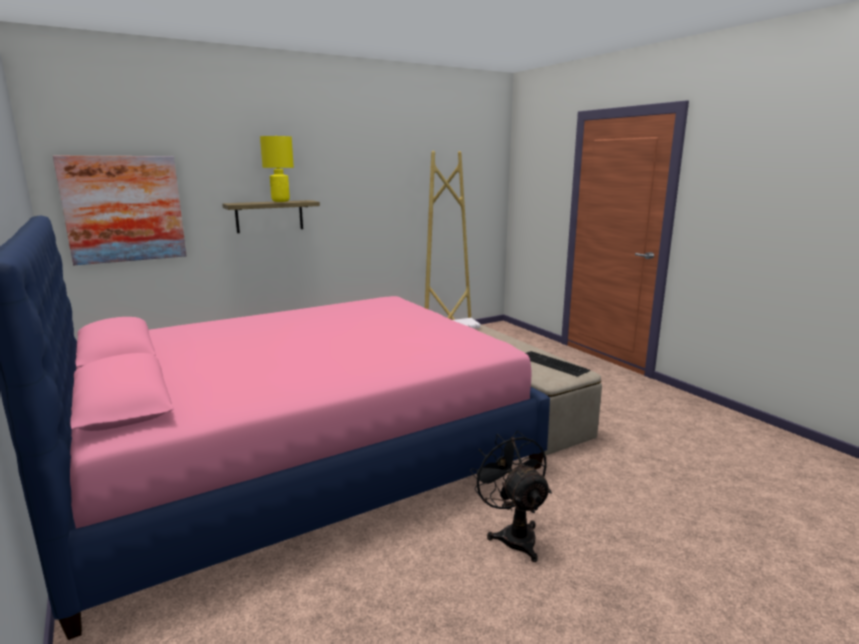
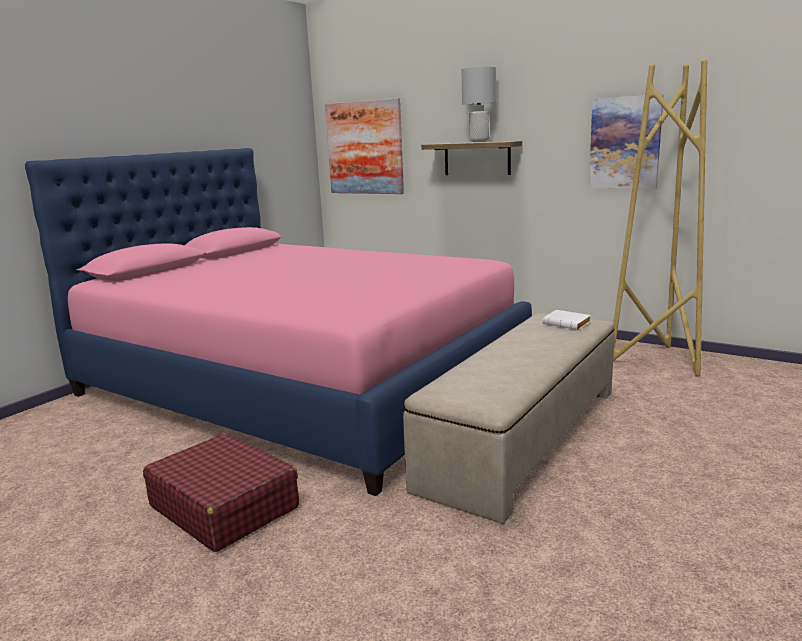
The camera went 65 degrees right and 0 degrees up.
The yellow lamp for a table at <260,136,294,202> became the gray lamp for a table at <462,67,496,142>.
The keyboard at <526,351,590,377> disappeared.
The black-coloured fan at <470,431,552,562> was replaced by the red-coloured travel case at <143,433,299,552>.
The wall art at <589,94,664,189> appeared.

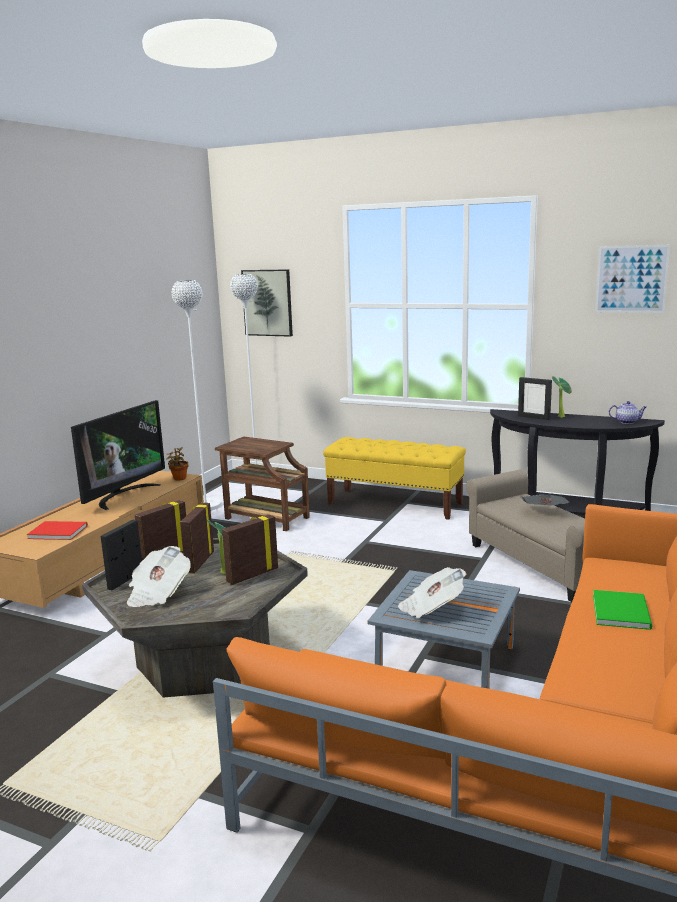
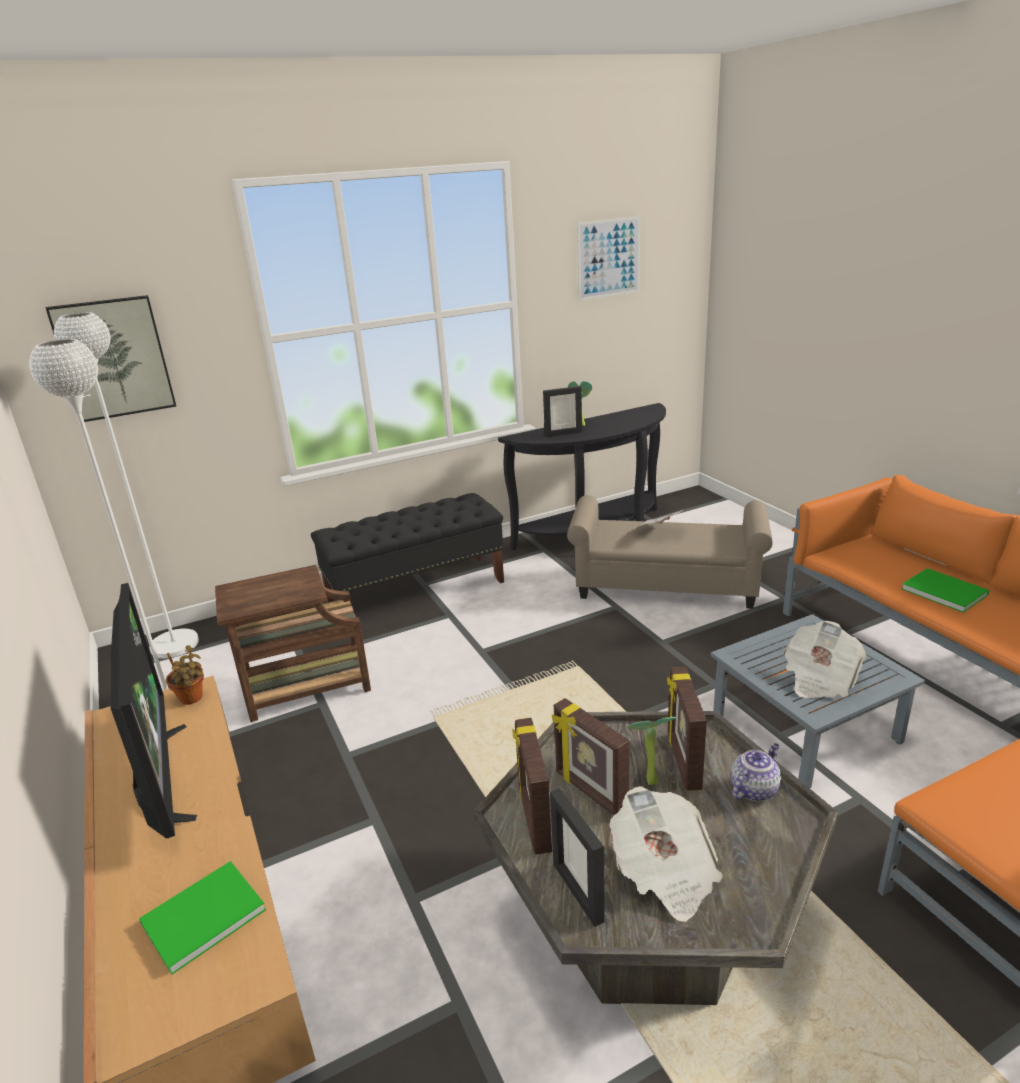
The camera went 50 degrees left and 10 degrees up.
The teapot moved from <609,401,647,424> to <731,743,781,801>.
The yellow bench at <323,437,466,520> became the black-coloured bench at <311,493,504,602>.
The red-coloured bound book at <27,521,88,540> became the greenish bound book at <139,861,266,975>.

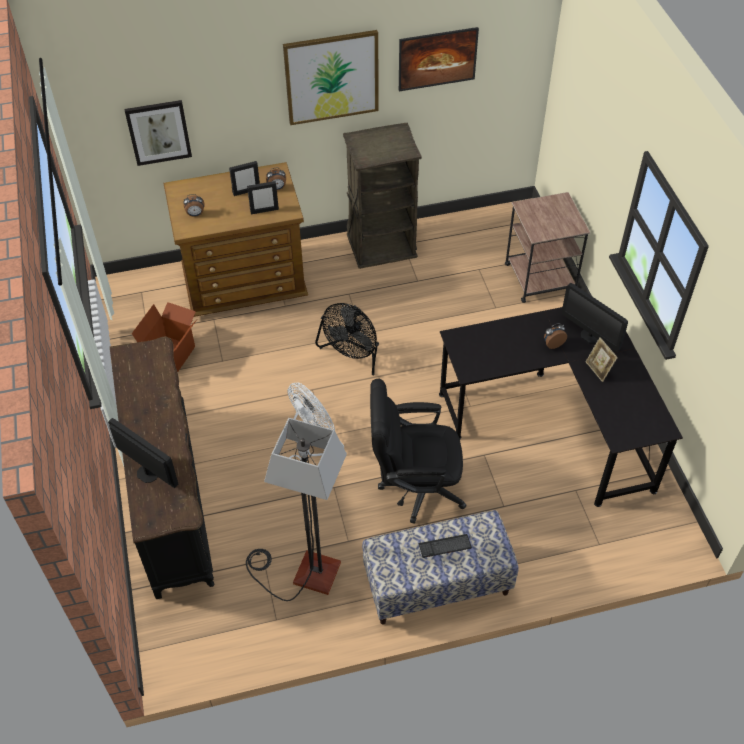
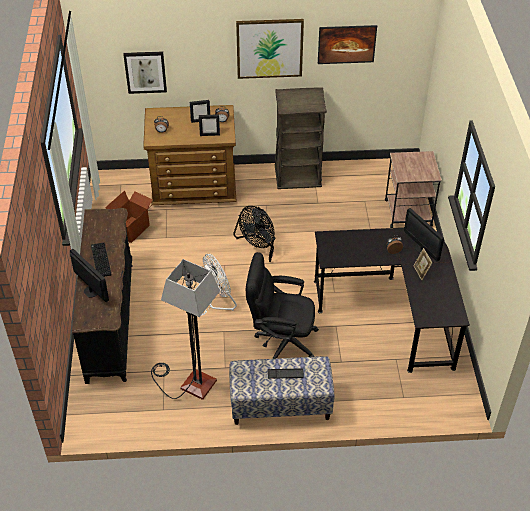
The camera went 10 degrees right and 5 degrees down.
The keyboard at <91,243,111,277> appeared.

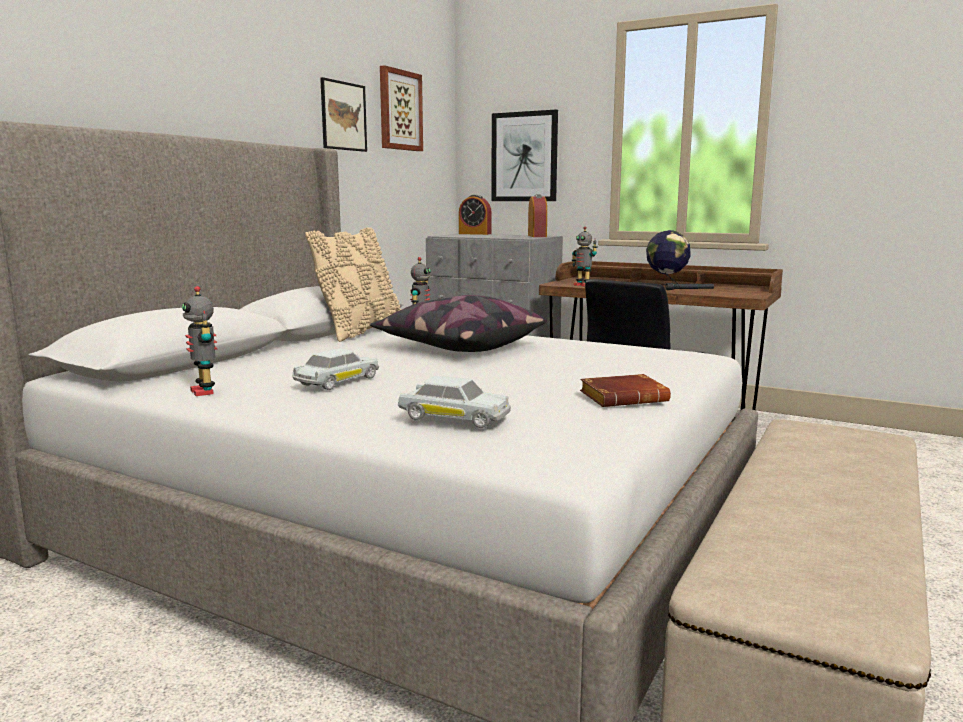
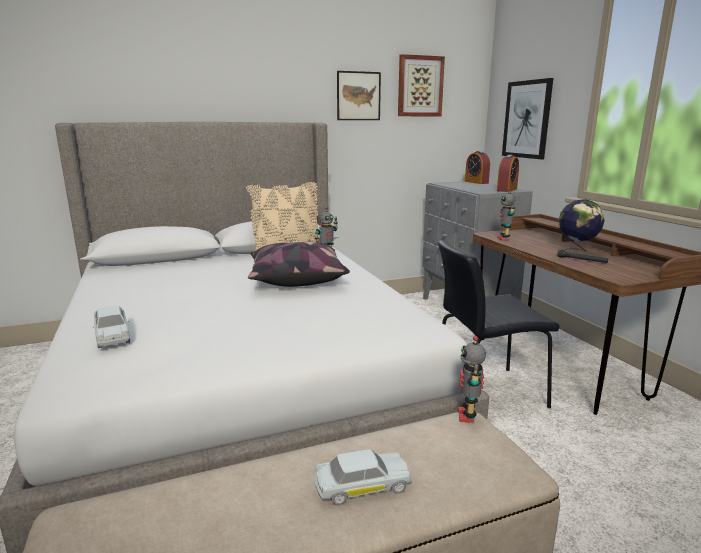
The camera went 40 degrees right and 5 degrees up.
The robot figure moved from <182,286,217,396> to <458,336,486,423>.
The white-coloured model car moved from <293,349,379,390> to <314,449,412,505>.
The brownish bound book at <580,374,671,407> disappeared.

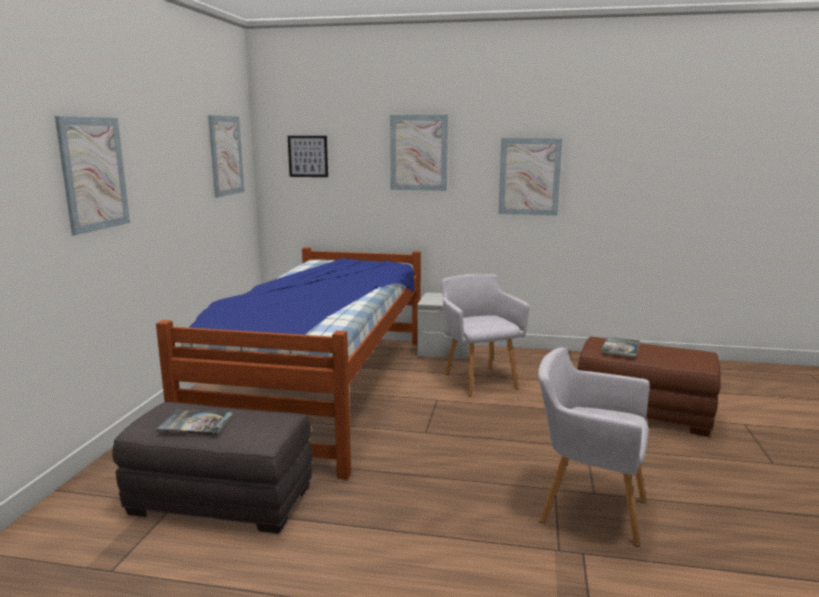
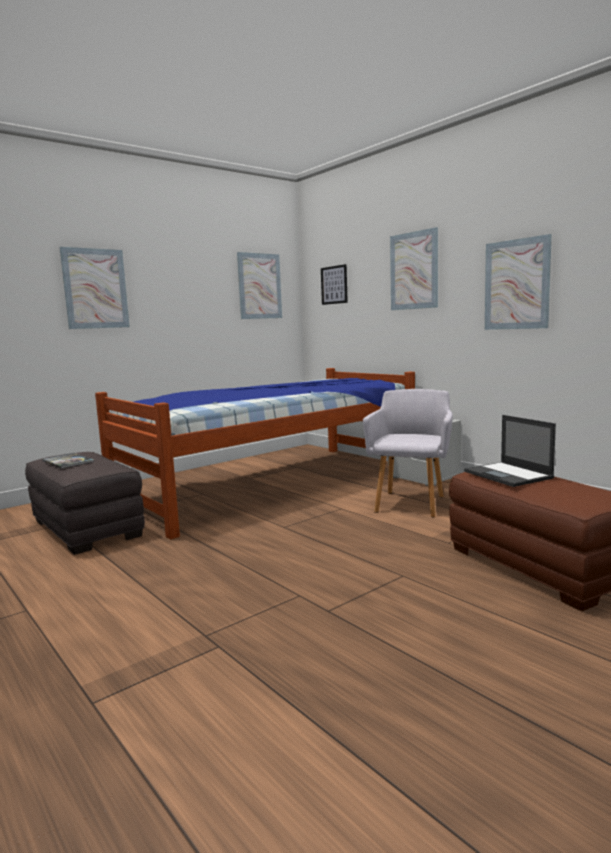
The camera went 40 degrees right and 5 degrees down.
The bound book at <601,337,640,358> was replaced by the portable computer at <464,415,556,487>.
The gray armchair at <538,348,650,547> disappeared.

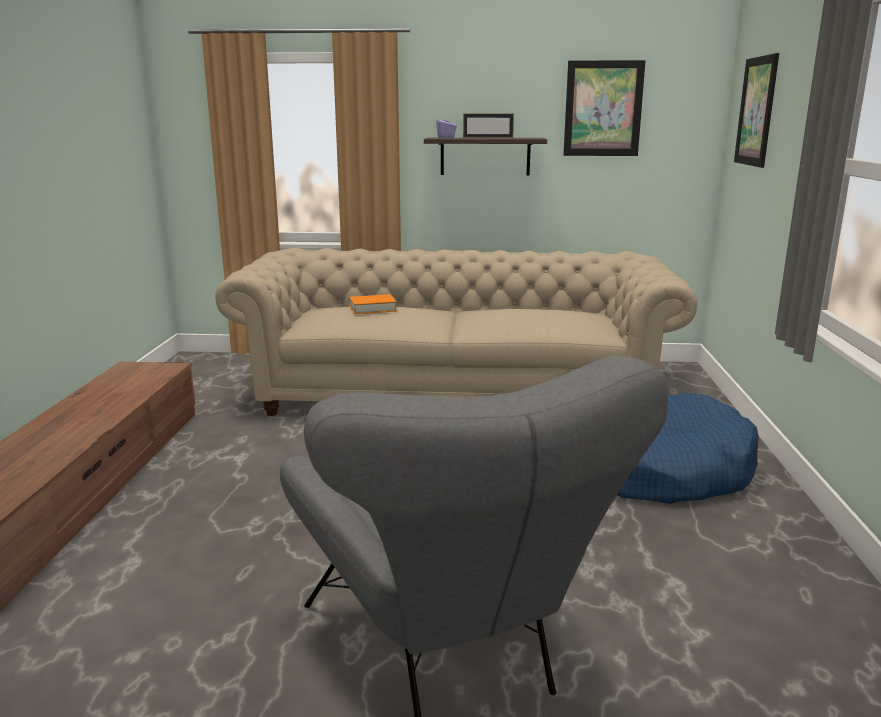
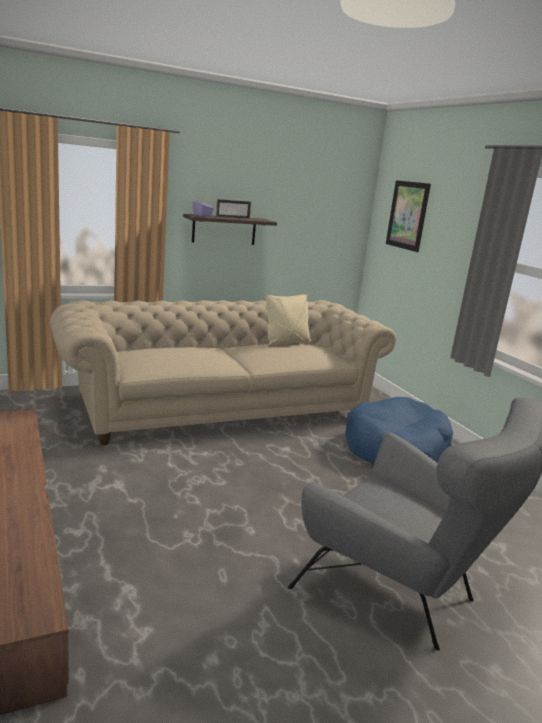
The camera went 30 degrees left and 0 degrees up.
The wall art at <563,60,646,156> disappeared.
The orange-coloured bound book at <349,294,397,314> disappeared.
The sand-coloured throw pillow at <265,294,311,347> appeared.

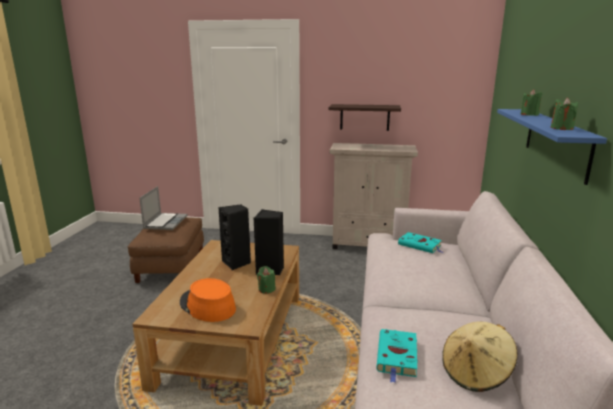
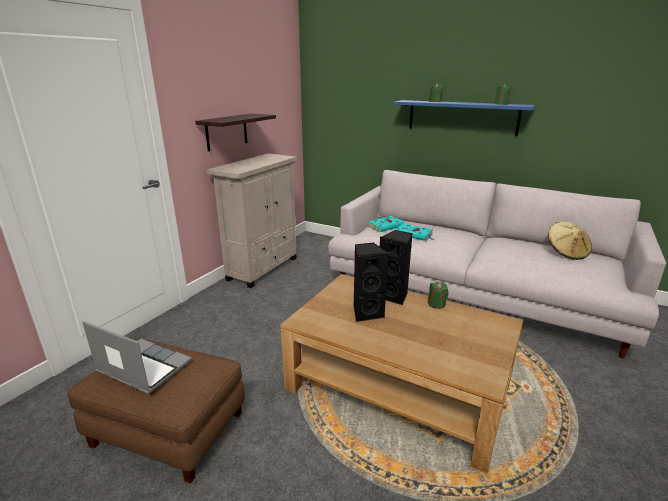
The camera went 70 degrees left and 5 degrees up.
The orange-coloured wearable hat at <180,278,236,322> disappeared.
The turquoise-coloured bound book moved from <376,329,418,383> to <395,223,435,241>.

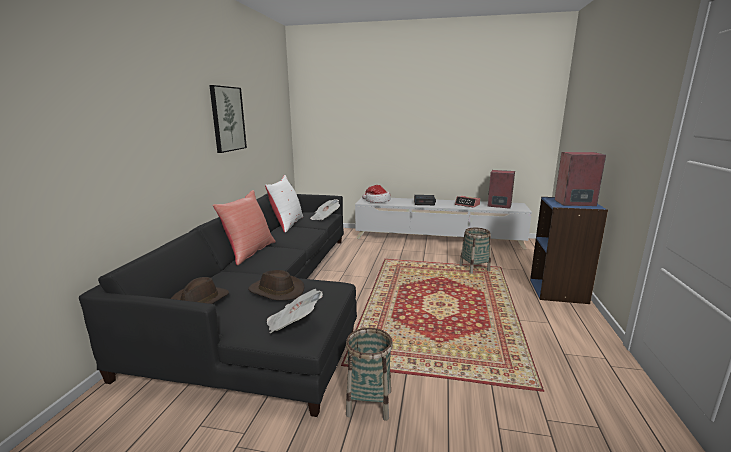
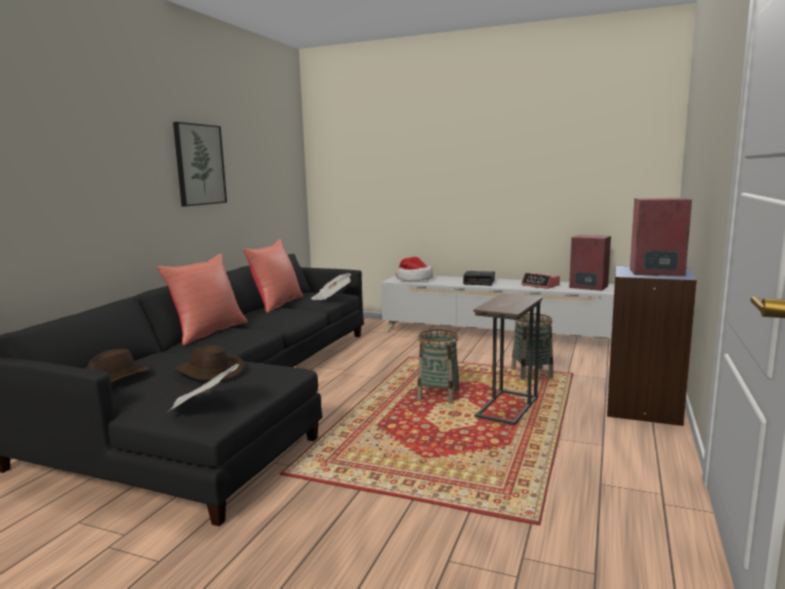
The camera went 10 degrees right and 5 degrees down.
The white-coloured throw pillow at <265,175,303,232> became the red-coloured throw pillow at <243,239,304,313>.
The storage basket moved from <346,328,393,421> to <417,330,459,404>.
The brownish side table at <473,294,542,425> appeared.

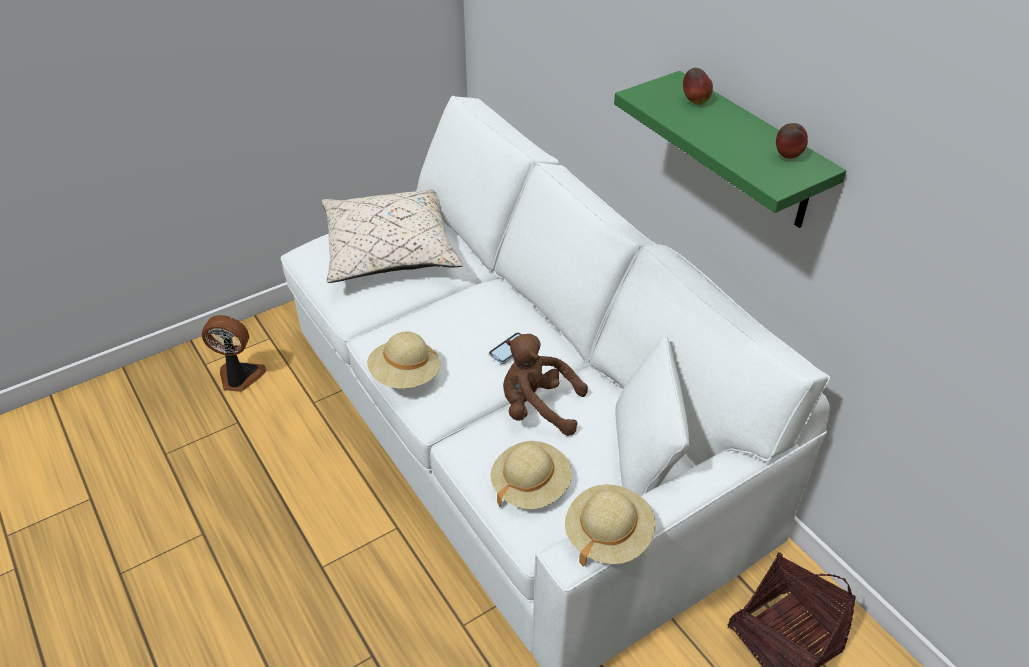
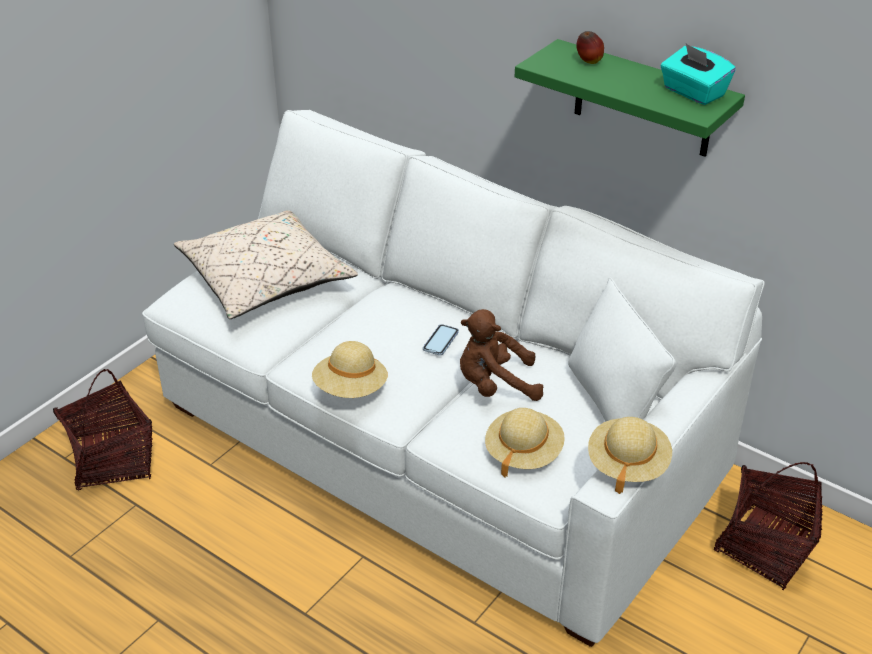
The camera went 20 degrees left and 5 degrees down.
The apple fruit at <776,123,808,159> was replaced by the turquoise-coloured box of tissues at <661,44,736,105>.
The fan at <202,315,266,392> was replaced by the storage basket at <53,369,153,491>.

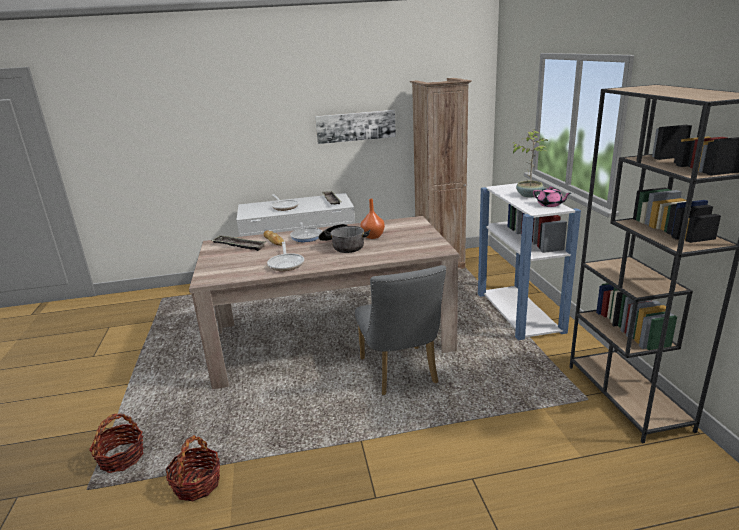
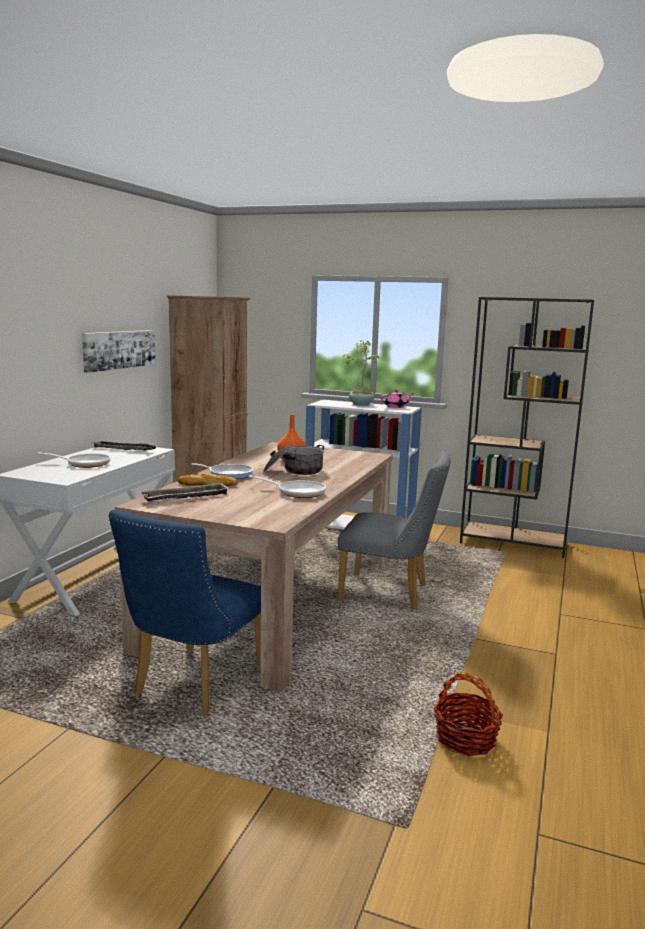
The camera went 60 degrees left and 10 degrees down.
The storage basket at <89,414,144,473> disappeared.
The bluish upright chair at <108,510,261,716> appeared.

